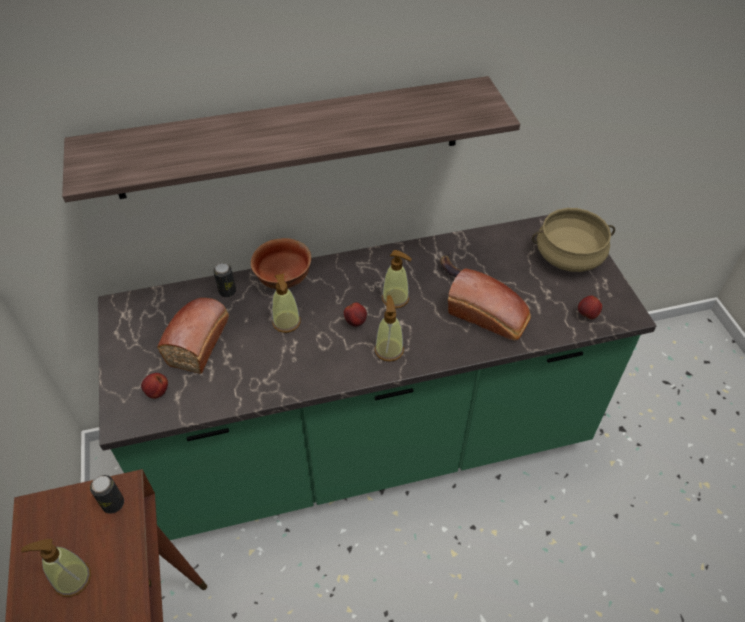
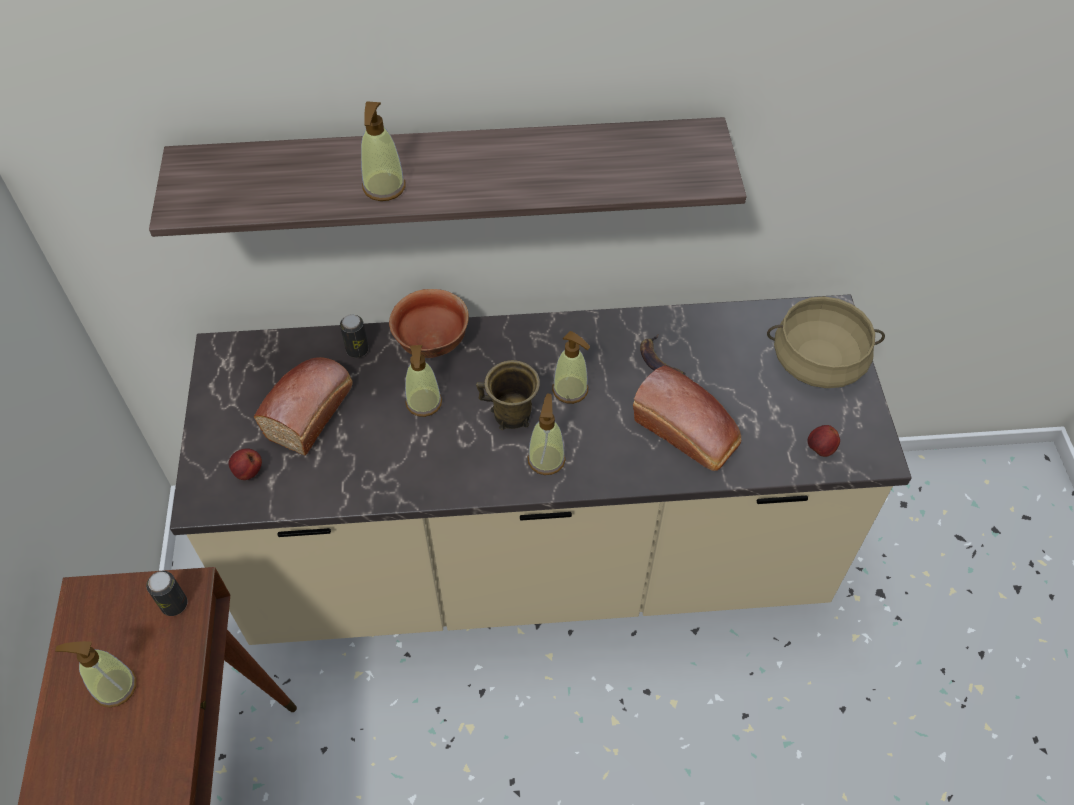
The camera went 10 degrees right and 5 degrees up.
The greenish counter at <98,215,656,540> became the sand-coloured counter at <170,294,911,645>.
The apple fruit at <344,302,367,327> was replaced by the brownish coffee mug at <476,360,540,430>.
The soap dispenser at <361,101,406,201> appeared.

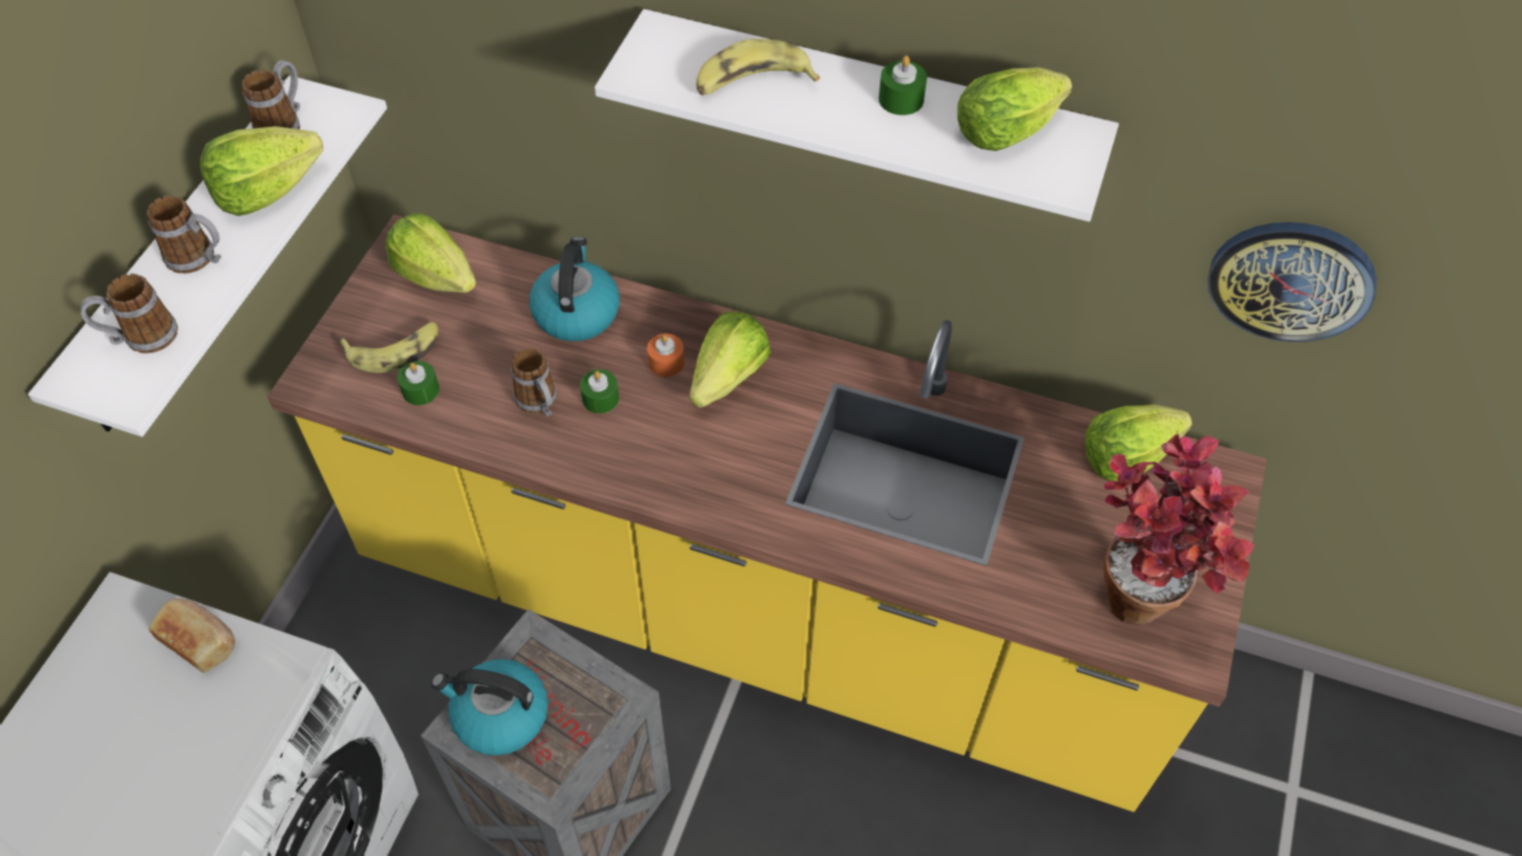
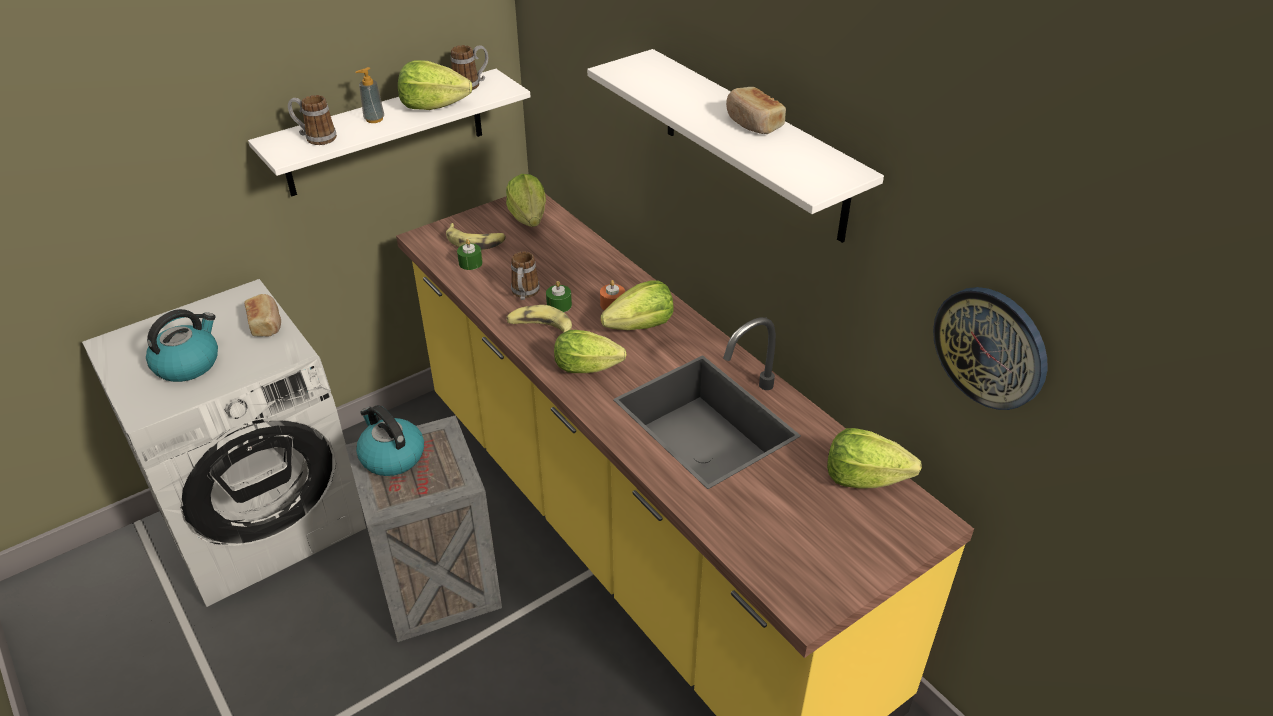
The camera went 35 degrees right and 15 degrees down.
The whole banana moved from <696,39,820,95> to <506,305,572,333>.
The greenish wax candle at <879,56,927,115> was replaced by the bakery bread at <726,87,786,134>.
The lettuce head moved from <957,67,1072,151> to <554,330,627,373>.
The coffee mug at <147,195,221,273> was replaced by the soap dispenser at <355,67,384,123>.
The tea kettle moved from <529,237,620,341> to <146,309,218,382>.
The plant in a pot at <1103,434,1254,625> disappeared.

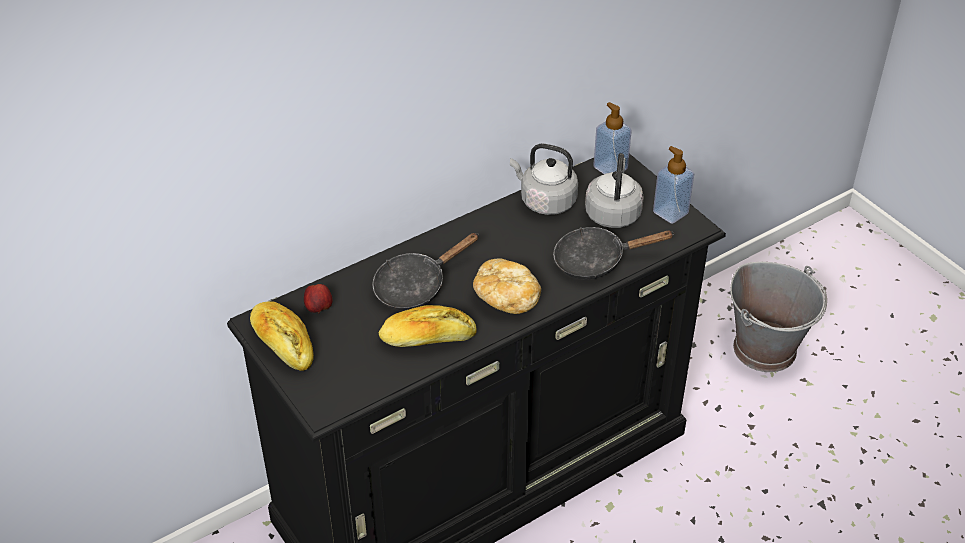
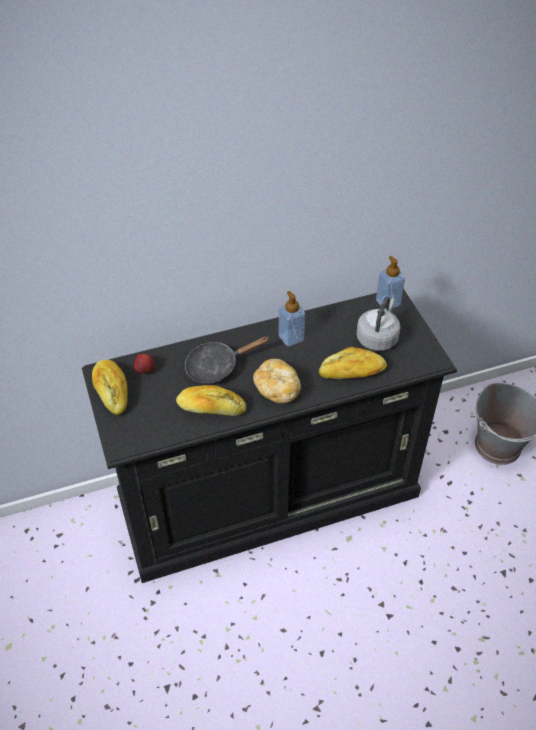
The camera went 15 degrees right and 5 degrees up.
The gray tea kettle at <510,144,578,215> disappeared.
The soap dispenser moved from <653,146,694,224> to <279,291,305,347>.
The black-coloured pan at <553,227,674,279> was replaced by the bakery bread at <319,347,387,379>.

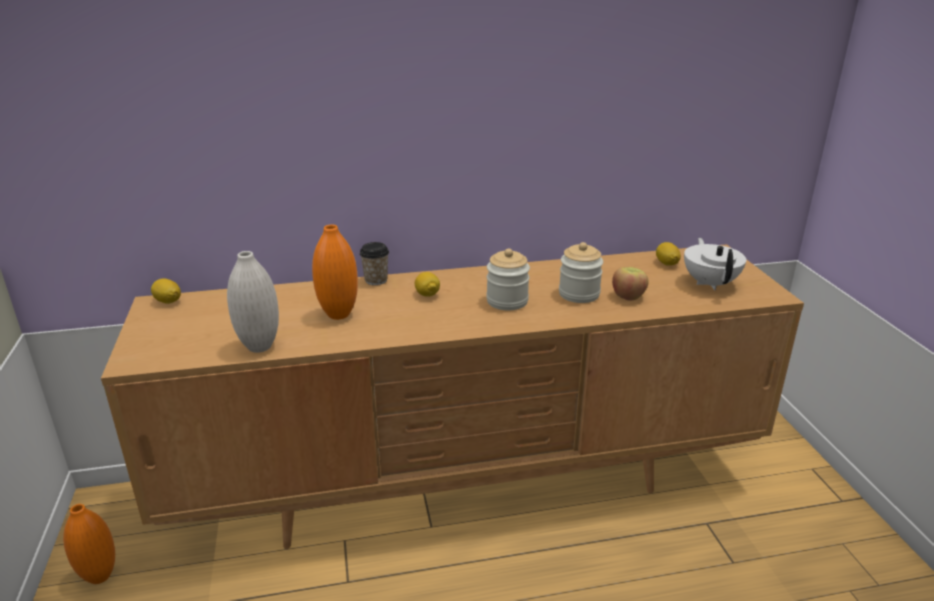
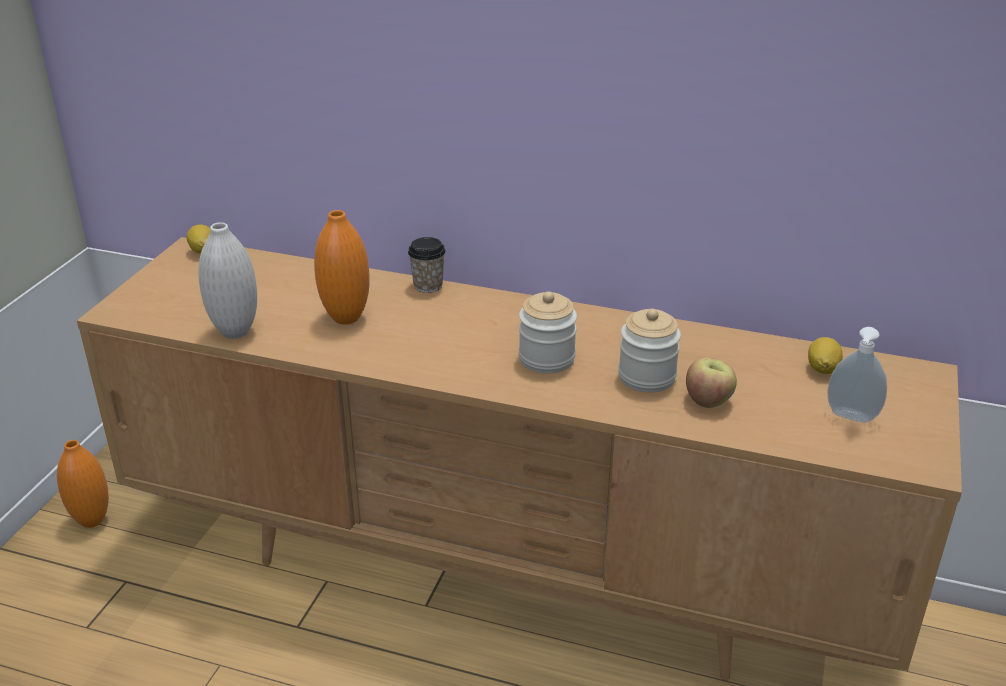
The camera went 30 degrees right and 5 degrees up.
The white-coloured teapot at <684,238,746,290> was replaced by the soap dispenser at <827,327,887,423>.
The citrus fruit at <415,272,440,297> disappeared.

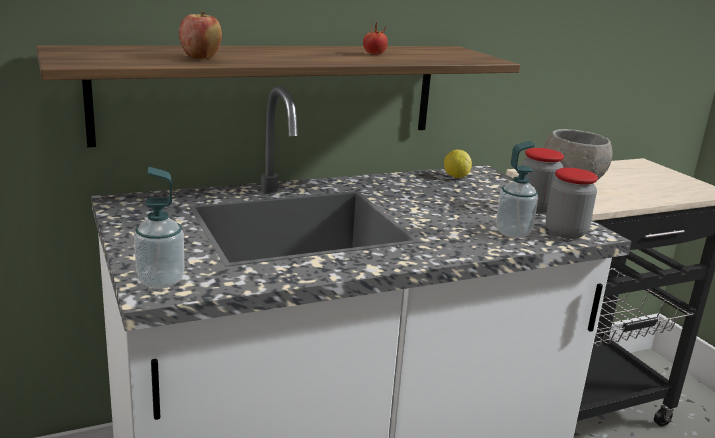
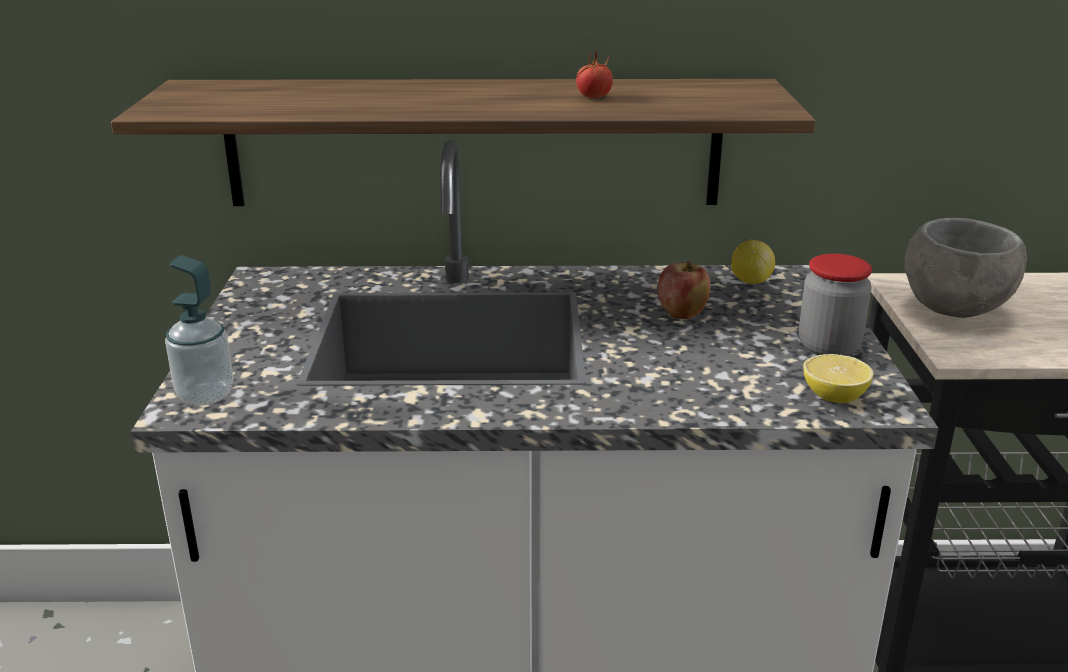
The camera went 25 degrees right and 5 degrees up.
The apple fruit moved from <179,11,222,59> to <657,261,710,319>.
The soap dispenser at <496,141,538,238> disappeared.
The preserve jar at <546,168,598,239> was replaced by the citrus fruit at <803,354,874,403>.

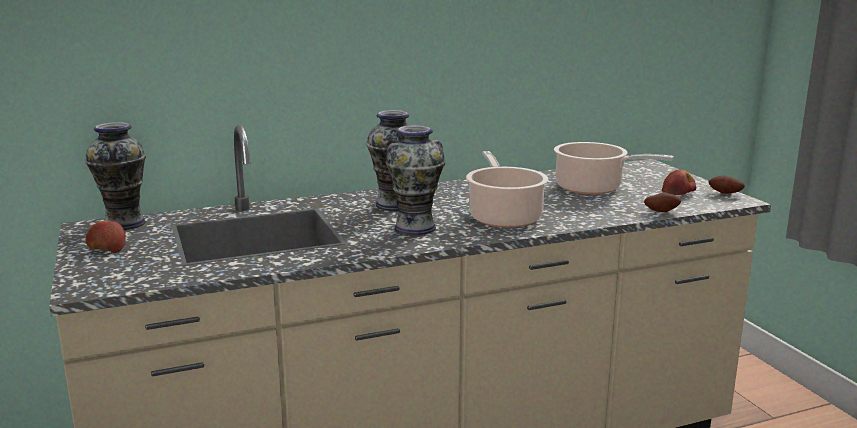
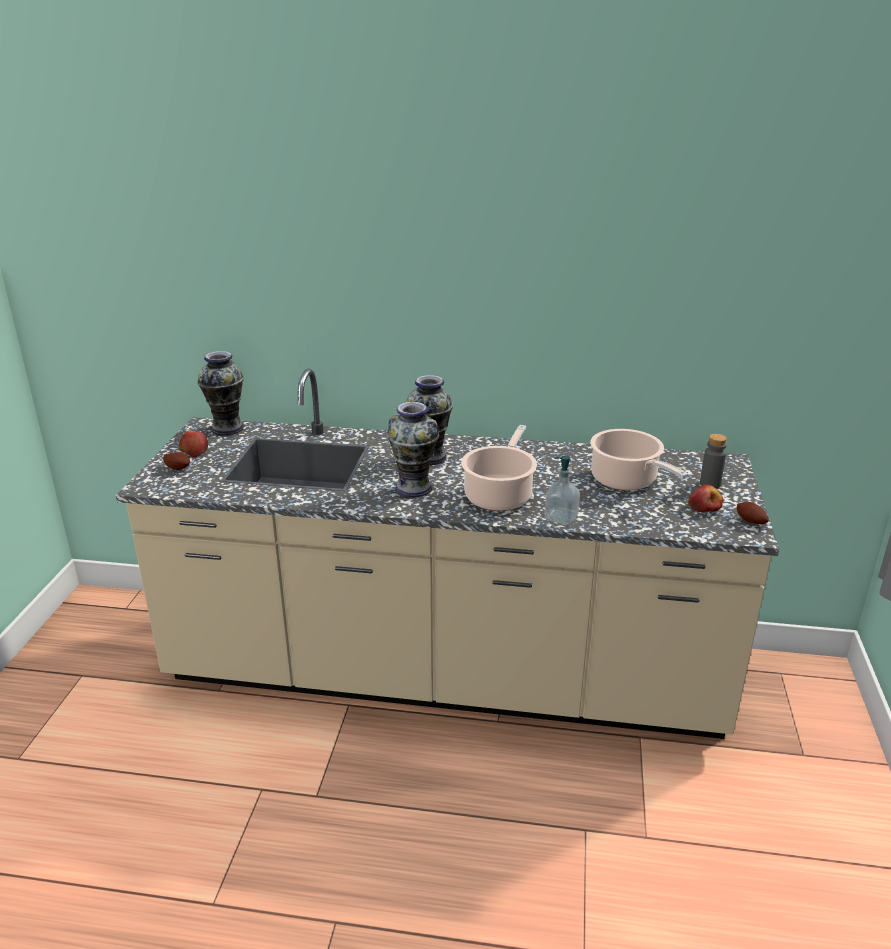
The camera went 30 degrees right and 10 degrees up.
The whole potato moved from <644,193,681,212> to <163,452,190,470>.
The gray bottle at <700,434,727,489> appeared.
The soap dispenser at <544,455,580,525> appeared.

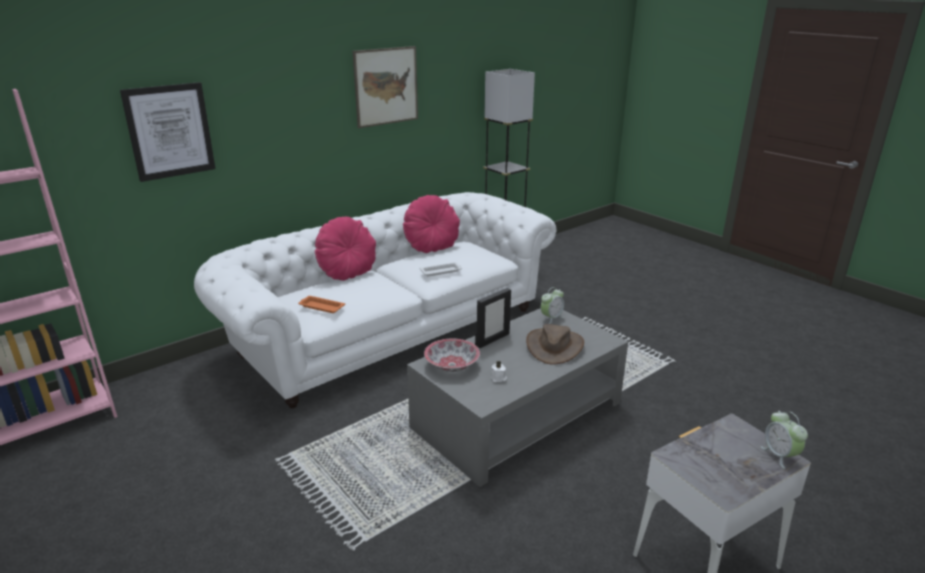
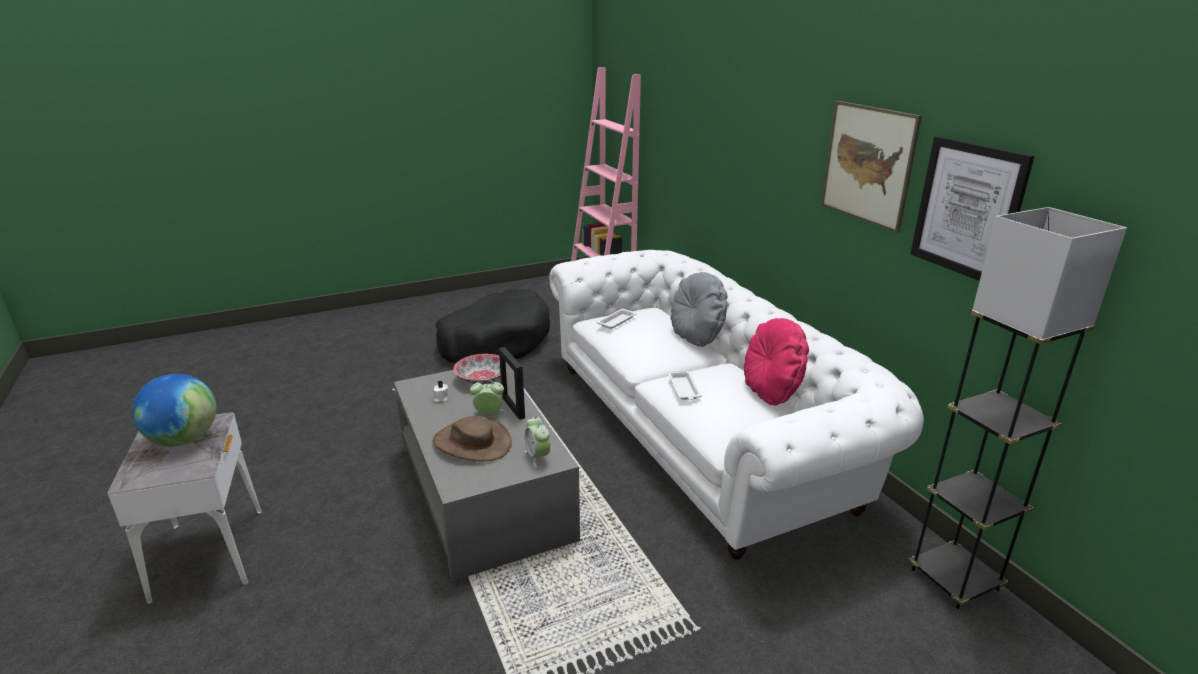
The camera went 105 degrees right and 0 degrees up.
The wall art moved from <120,82,216,182> to <910,136,1034,281>.
The pink-coloured throw pillow at <315,217,376,281> became the gray throw pillow at <671,272,728,347>.
The orange-coloured serving tray at <298,296,345,313> became the white-coloured serving tray at <597,309,637,329>.
The bedside clock moved from <761,411,808,469> to <470,380,504,414>.
The black-coloured pet bed at <436,289,550,363> appeared.
The world globe at <132,374,217,446> appeared.

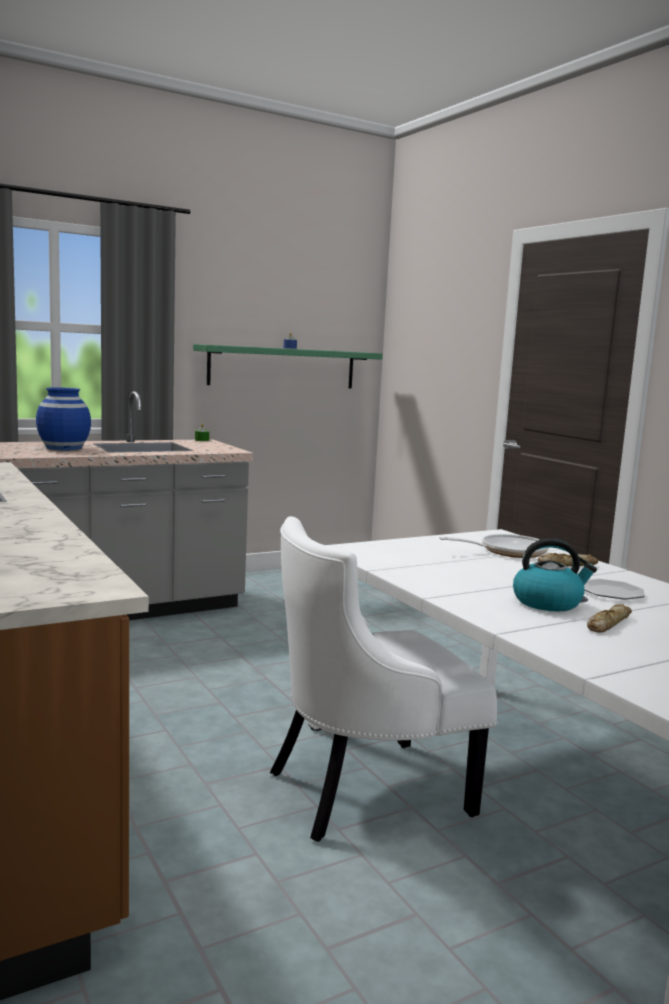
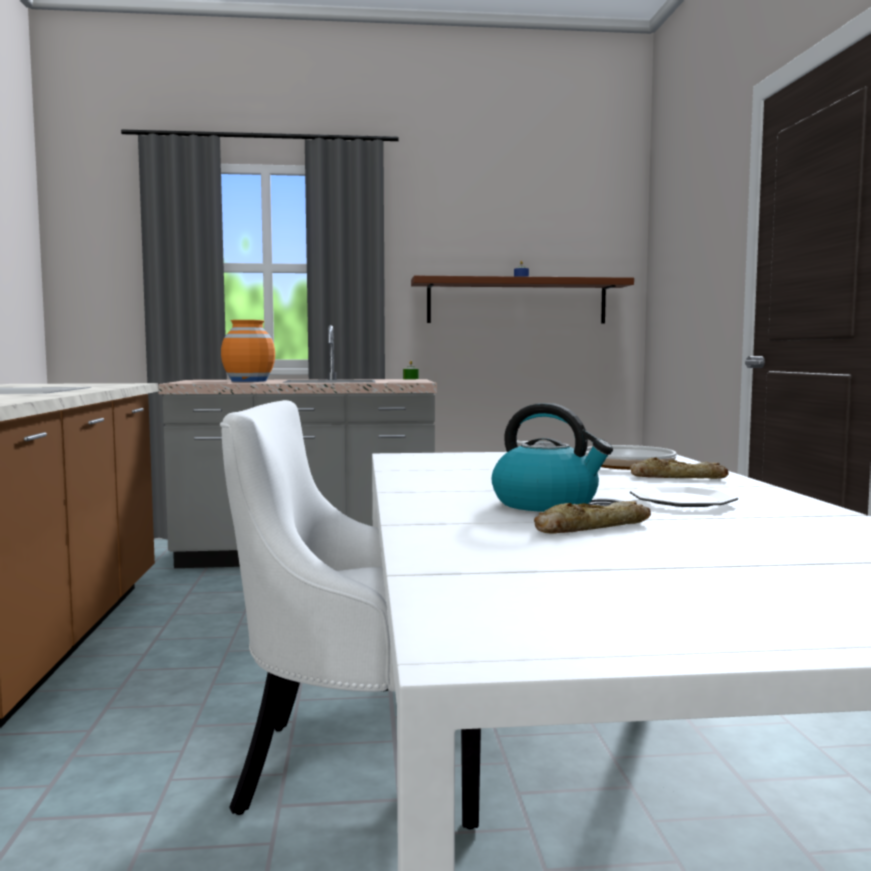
The camera went 25 degrees right and 5 degrees down.
The greenish shelf at <193,344,383,388> became the brownish shelf at <411,276,634,324>.
The bluish vase at <36,387,91,450> became the orange-coloured vase at <221,320,275,382>.

